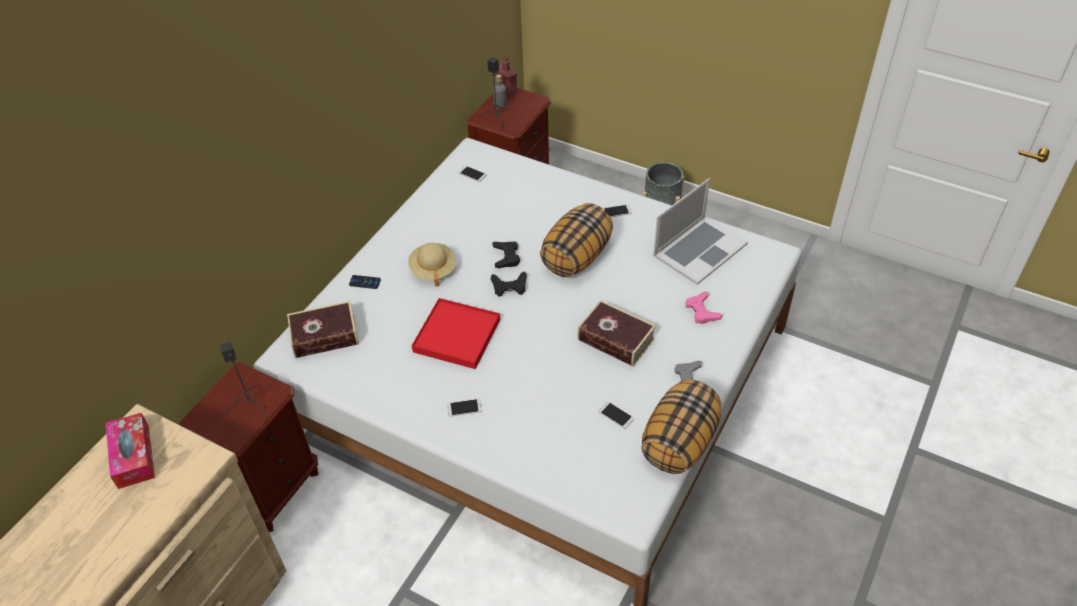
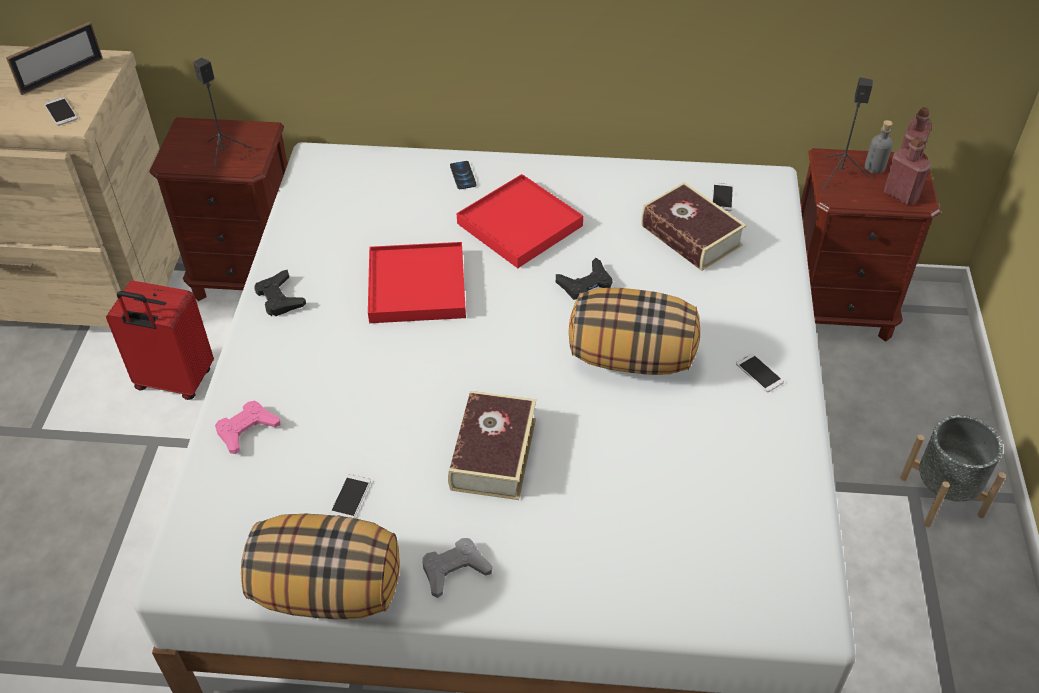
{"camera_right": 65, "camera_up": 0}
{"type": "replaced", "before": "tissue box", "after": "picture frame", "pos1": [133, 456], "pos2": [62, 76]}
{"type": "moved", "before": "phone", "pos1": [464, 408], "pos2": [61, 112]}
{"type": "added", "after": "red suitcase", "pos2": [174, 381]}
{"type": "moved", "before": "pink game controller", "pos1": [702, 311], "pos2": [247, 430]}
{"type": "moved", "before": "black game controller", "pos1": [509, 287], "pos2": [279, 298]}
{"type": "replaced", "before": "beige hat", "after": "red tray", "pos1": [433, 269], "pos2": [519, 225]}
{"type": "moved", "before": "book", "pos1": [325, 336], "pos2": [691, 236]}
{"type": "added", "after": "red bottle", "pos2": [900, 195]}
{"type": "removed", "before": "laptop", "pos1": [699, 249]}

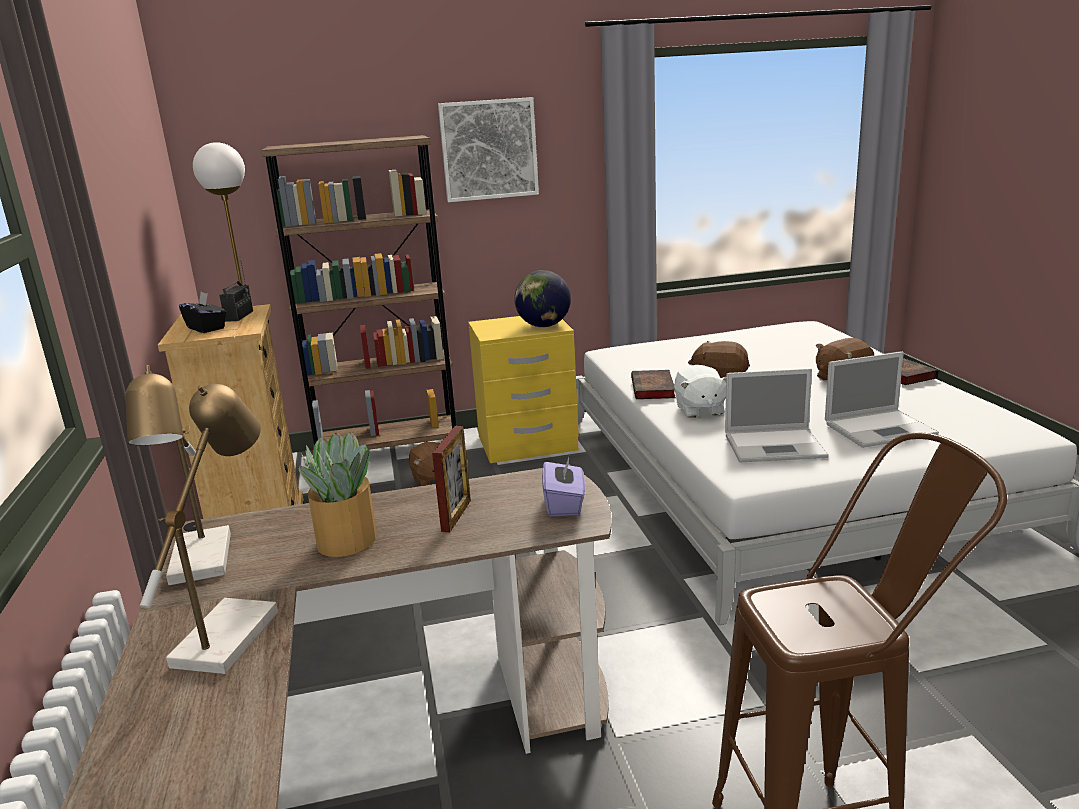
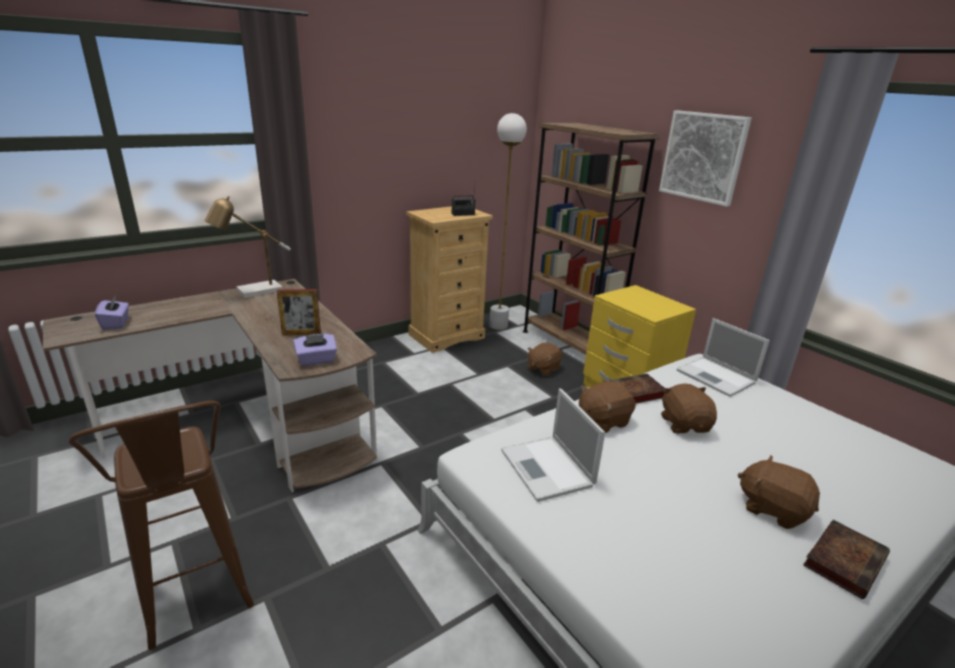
{"camera_right": 65, "camera_up": 5}
{"type": "added", "after": "purple tissue box", "pos2": [116, 323]}
{"type": "recoloured", "before": "white plush toy", "after": "brown plush toy", "pos1": [699, 410], "pos2": [602, 421]}
{"type": "moved", "before": "laptop", "pos1": [881, 428], "pos2": [717, 377]}
{"type": "removed", "before": "table lamp", "pos1": [232, 629]}
{"type": "removed", "before": "black tissue box", "pos1": [206, 328]}
{"type": "removed", "before": "potted plant", "pos1": [345, 541]}
{"type": "removed", "before": "globe", "pos1": [544, 326]}

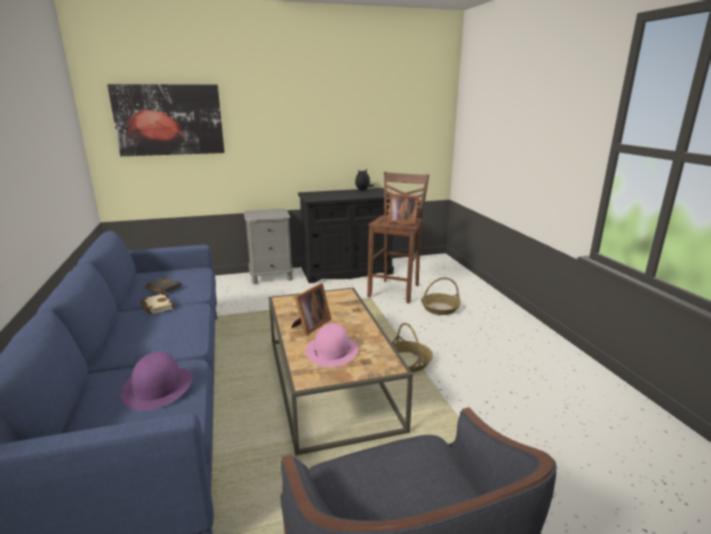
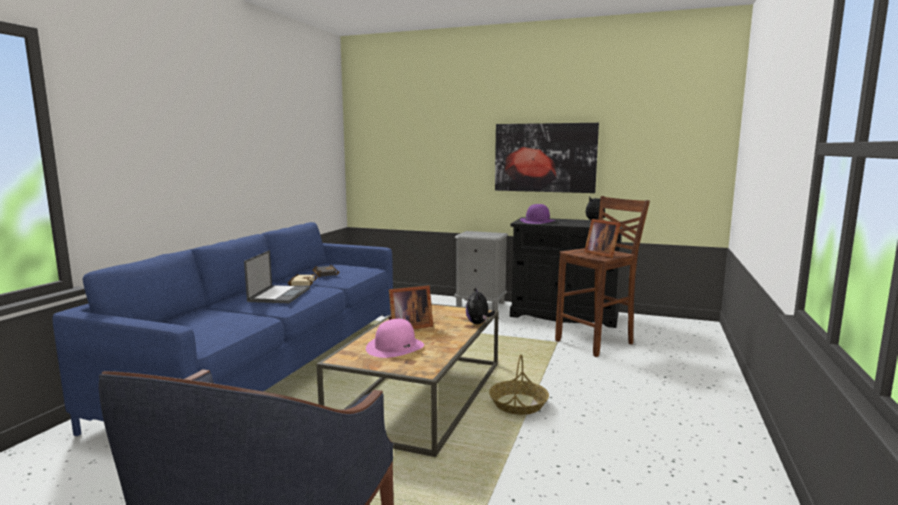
{"camera_right": 35, "camera_up": -10}
{"type": "added", "after": "laptop", "pos2": [279, 294]}
{"type": "added", "after": "plush toy", "pos2": [478, 323]}
{"type": "moved", "before": "picture", "pos1": [169, 120], "pos2": [545, 157]}
{"type": "moved", "before": "purple hat", "pos1": [157, 386], "pos2": [537, 221]}
{"type": "removed", "before": "basket", "pos1": [440, 308]}

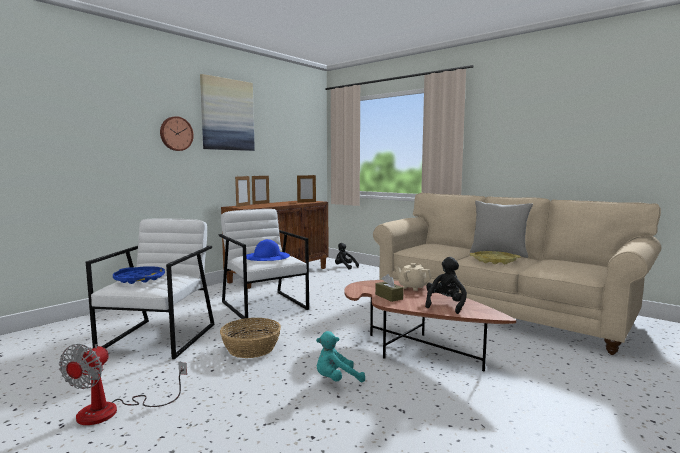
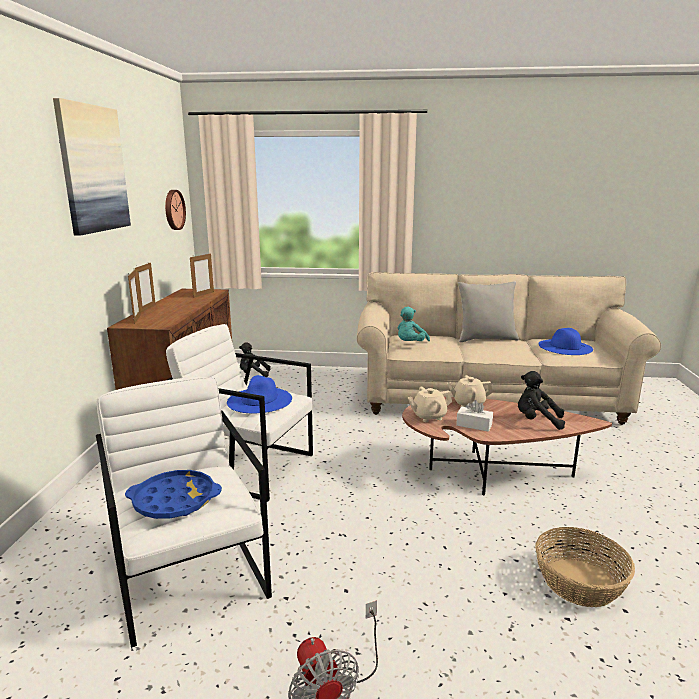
{"camera_right": -35, "camera_up": 10}
{"type": "moved", "before": "wall clock", "pos1": [176, 133], "pos2": [173, 210]}
{"type": "moved", "before": "turquoise plush toy", "pos1": [336, 380], "pos2": [410, 344]}
{"type": "added", "after": "beige teapot", "pos2": [428, 416]}
{"type": "recoloured", "before": "brown tissue box", "after": "white tissue box", "pos1": [389, 297], "pos2": [474, 425]}
{"type": "turned", "before": "black plush toy", "pos1": [445, 305], "pos2": [537, 421], "turn": -60}
{"type": "moved", "before": "basket", "pos1": [251, 348], "pos2": [580, 582]}
{"type": "added", "after": "blue hat", "pos2": [565, 347]}
{"type": "removed", "before": "yellow tray", "pos1": [494, 261]}

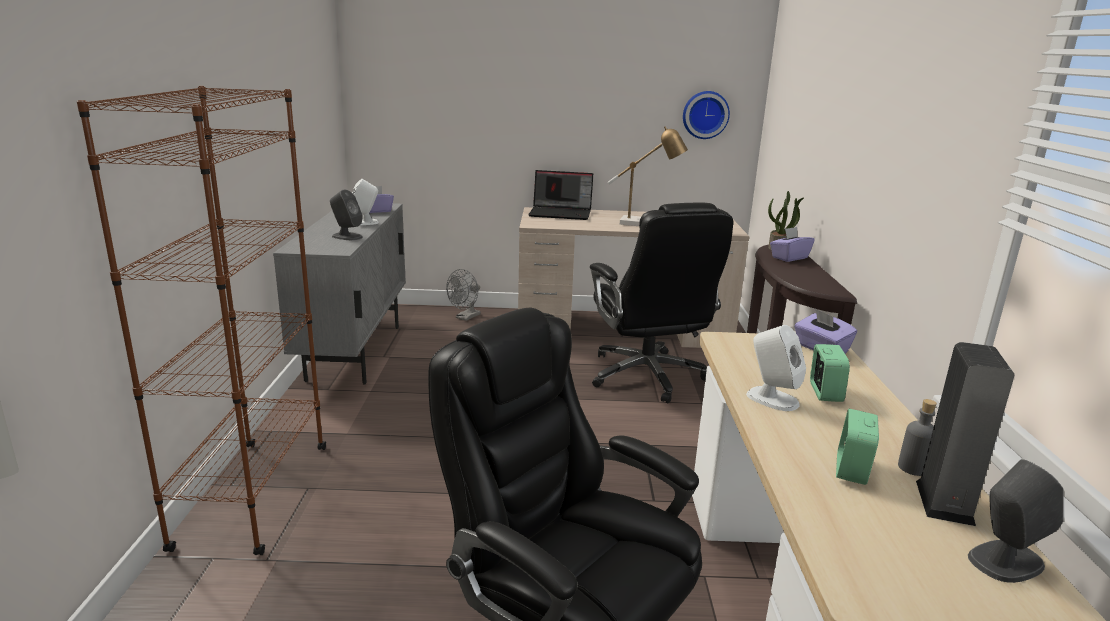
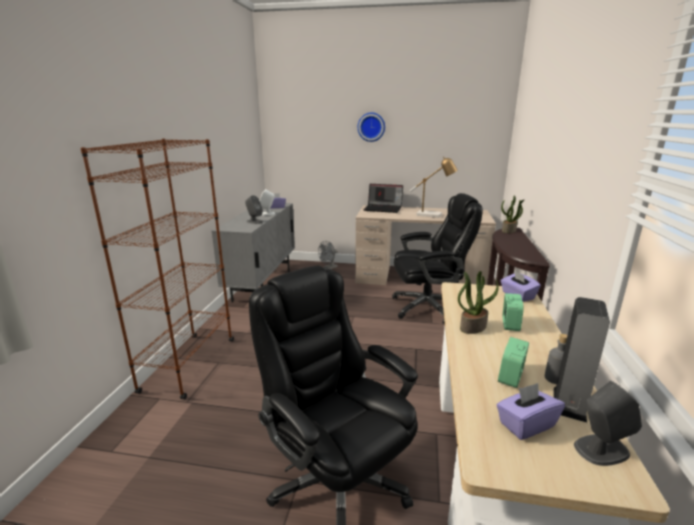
{"camera_right": 10, "camera_up": 0}
{"type": "moved", "before": "wall clock", "pos1": [705, 114], "pos2": [371, 127]}
{"type": "turned", "before": "black office chair", "pos1": [647, 376], "pos2": [428, 307], "turn": -90}
{"type": "replaced", "before": "white speaker", "after": "potted plant", "pos1": [771, 399], "pos2": [473, 327]}
{"type": "moved", "before": "purple tissue box", "pos1": [789, 258], "pos2": [525, 424]}

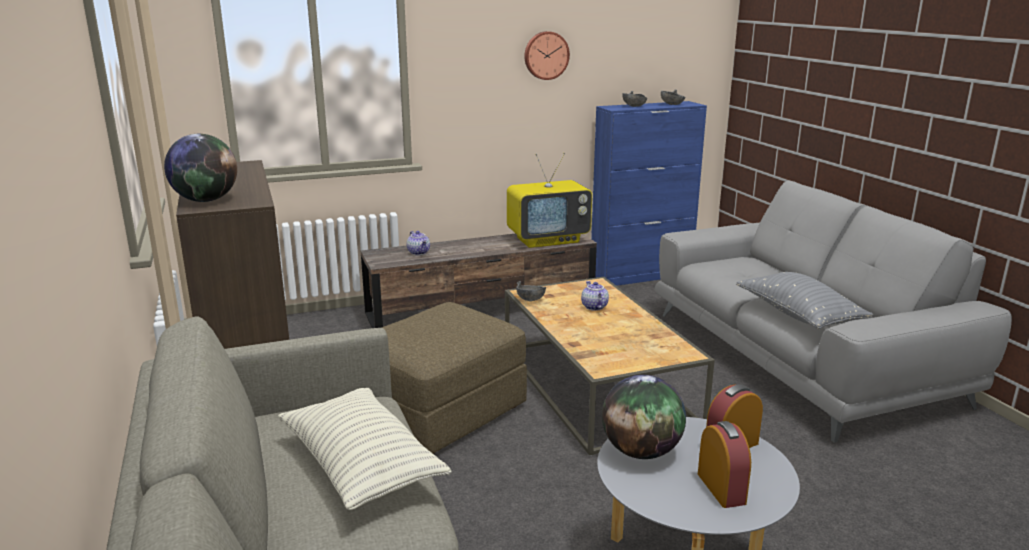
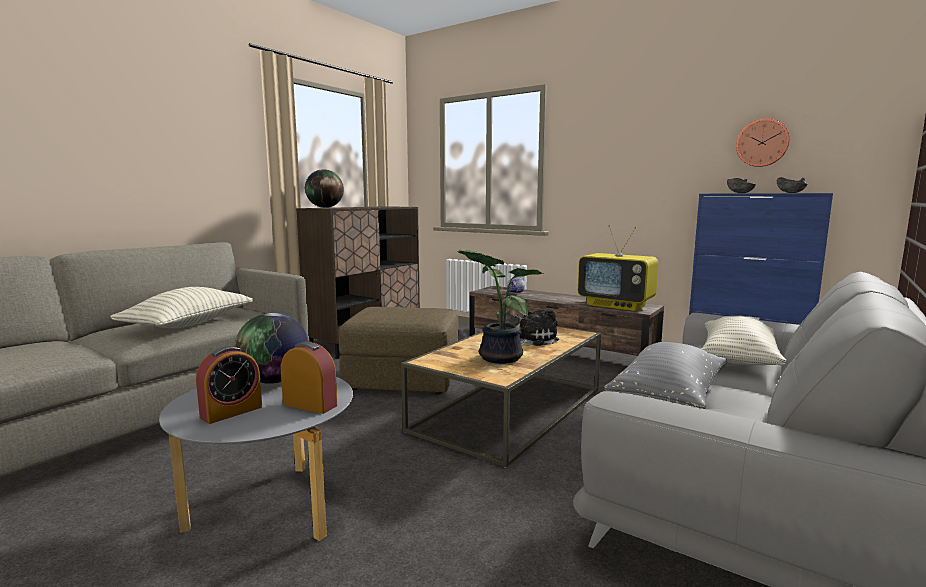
{"camera_right": 55, "camera_up": -10}
{"type": "added", "after": "potted plant", "pos2": [497, 357]}
{"type": "replaced", "before": "teapot", "after": "plush toy", "pos1": [593, 307], "pos2": [533, 340]}
{"type": "added", "after": "pillow", "pos2": [738, 359]}
{"type": "moved", "before": "wall clock", "pos1": [546, 55], "pos2": [762, 143]}

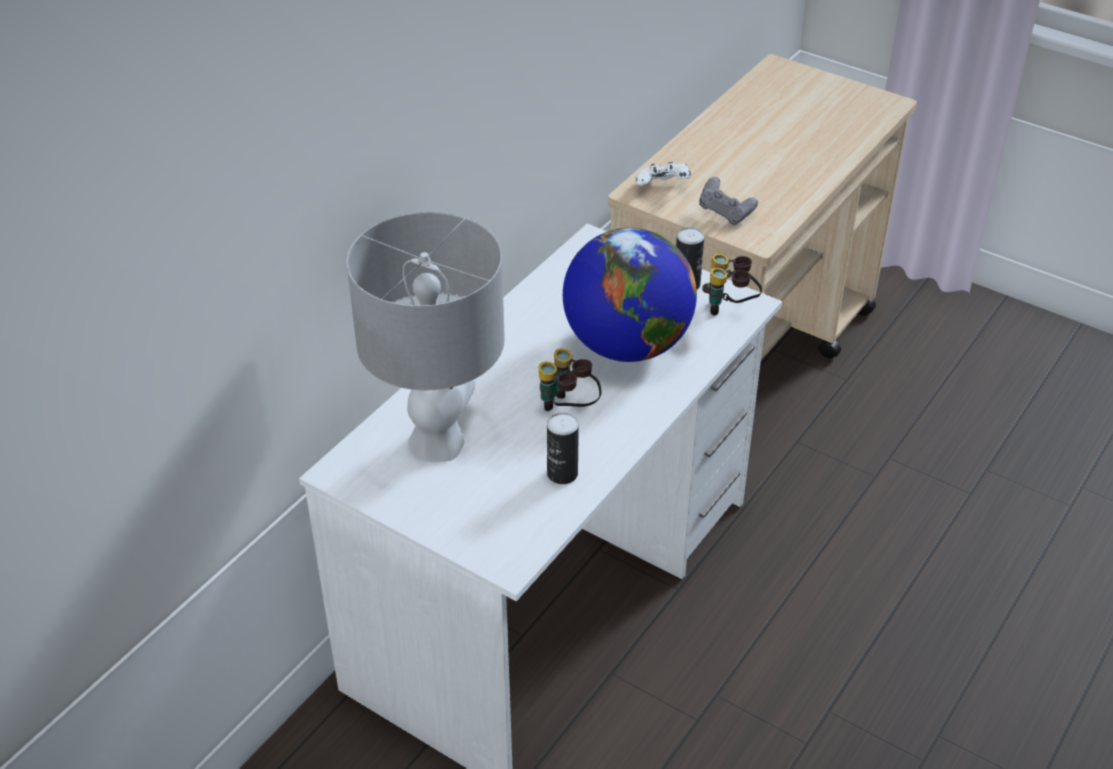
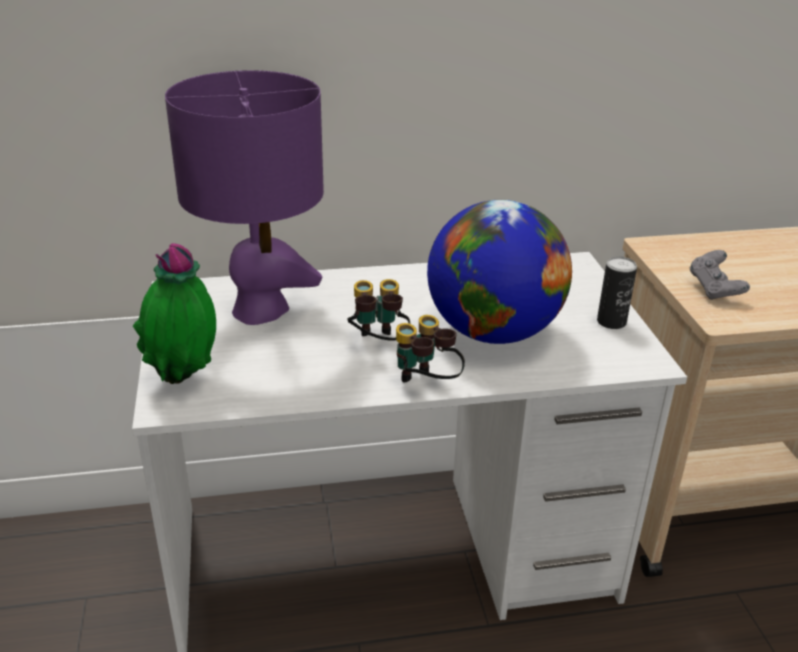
{"camera_right": 45, "camera_up": -10}
{"type": "added", "after": "potted plant", "pos2": [185, 381]}
{"type": "recoloured", "before": "grey table lamp", "after": "purple table lamp", "pos1": [438, 441], "pos2": [261, 310]}
{"type": "moved", "before": "binoculars", "pos1": [730, 308], "pos2": [426, 385]}
{"type": "removed", "before": "can", "pos1": [562, 474]}
{"type": "removed", "before": "white game controller", "pos1": [662, 188]}

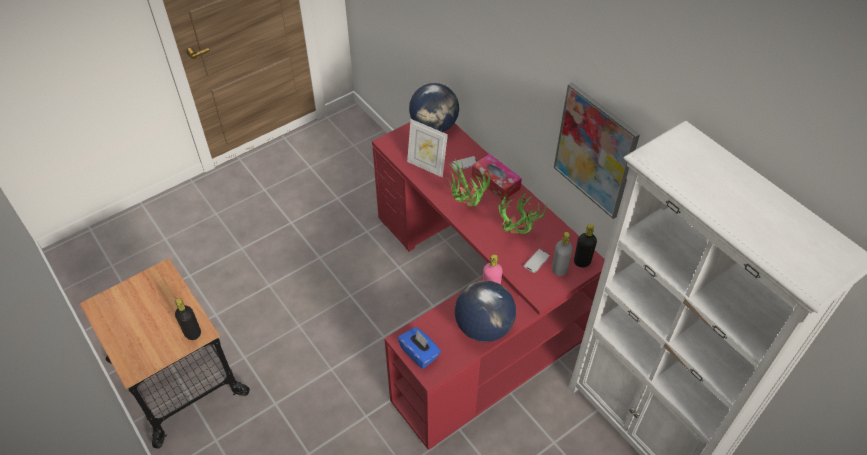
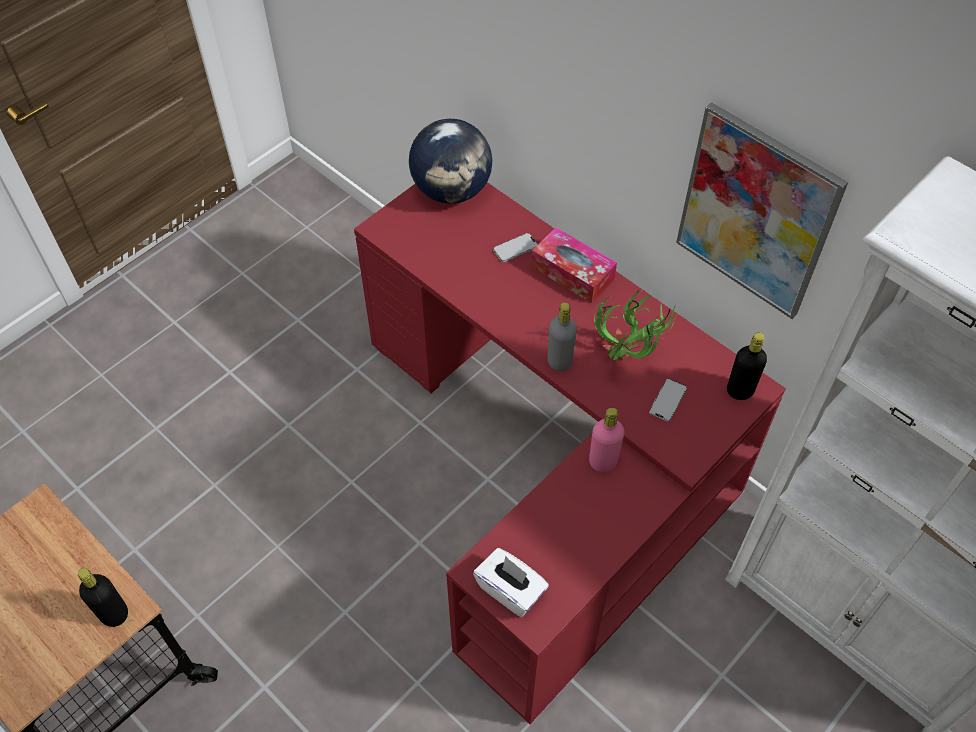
{"camera_right": -10, "camera_up": 5}
{"type": "recoloured", "before": "blue tissue box", "after": "white tissue box", "pos1": [419, 353], "pos2": [510, 590]}
{"type": "moved", "before": "grey bottle", "pos1": [559, 270], "pos2": [559, 361]}
{"type": "removed", "before": "picture frame", "pos1": [427, 166]}
{"type": "removed", "before": "potted plant", "pos1": [465, 206]}
{"type": "removed", "before": "globe", "pos1": [483, 327]}

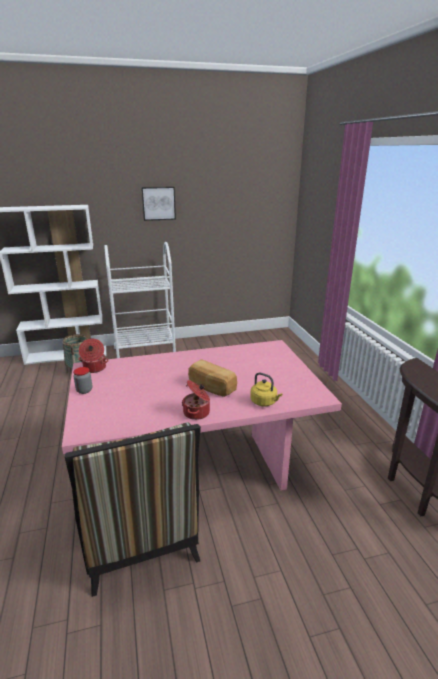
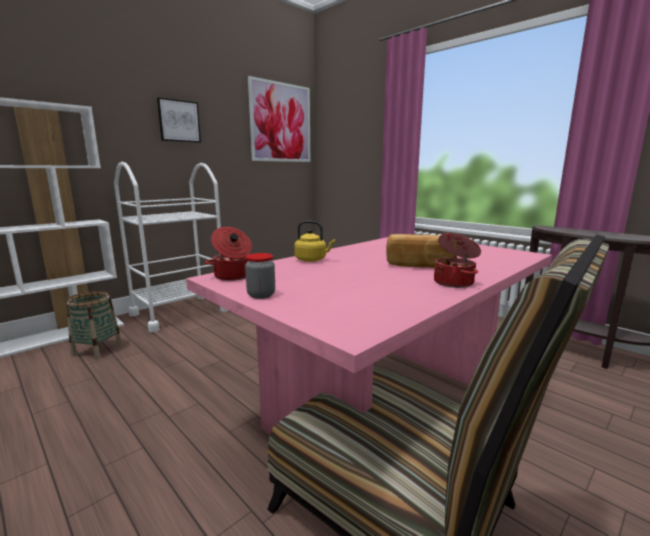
{"camera_right": -30, "camera_up": -10}
{"type": "added", "after": "picture", "pos2": [281, 123]}
{"type": "moved", "before": "yellow kettle", "pos1": [264, 402], "pos2": [312, 260]}

